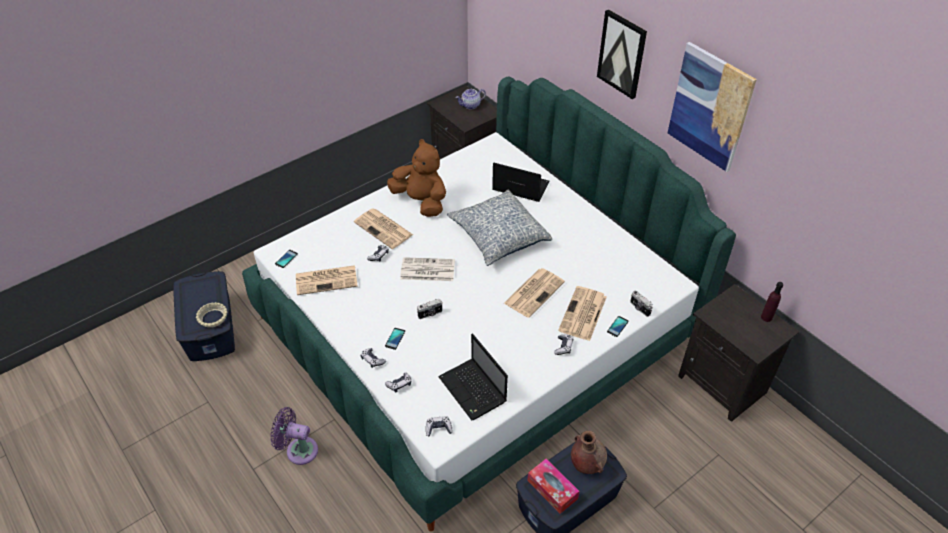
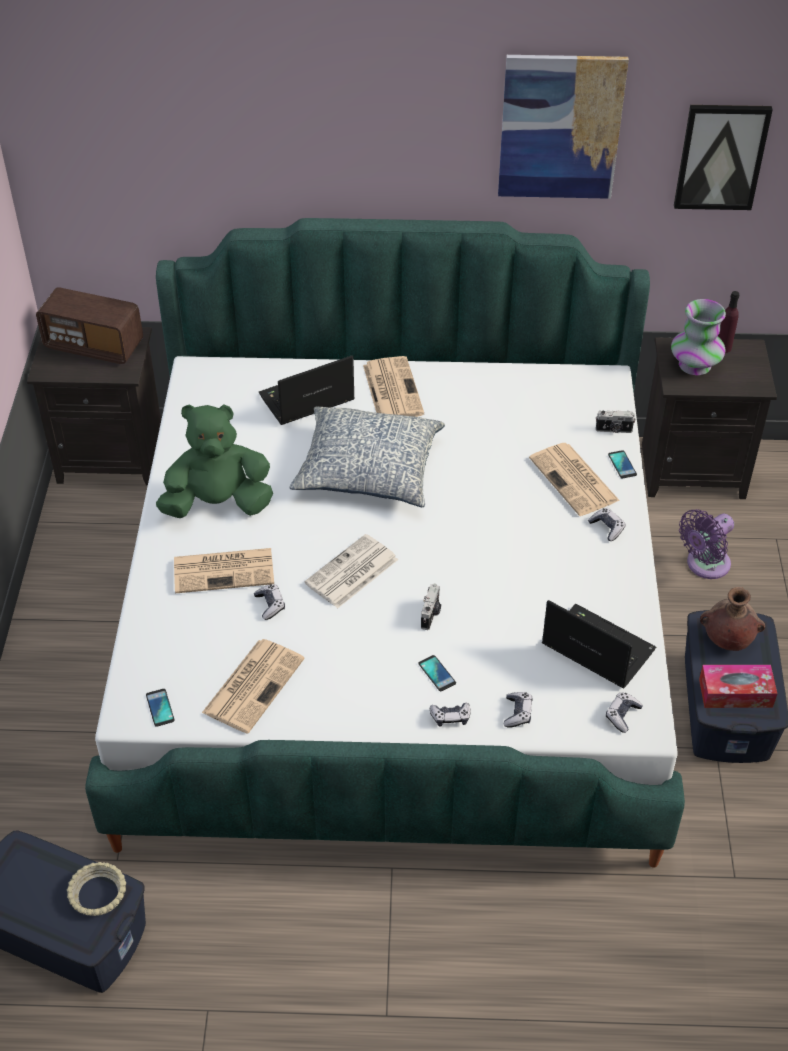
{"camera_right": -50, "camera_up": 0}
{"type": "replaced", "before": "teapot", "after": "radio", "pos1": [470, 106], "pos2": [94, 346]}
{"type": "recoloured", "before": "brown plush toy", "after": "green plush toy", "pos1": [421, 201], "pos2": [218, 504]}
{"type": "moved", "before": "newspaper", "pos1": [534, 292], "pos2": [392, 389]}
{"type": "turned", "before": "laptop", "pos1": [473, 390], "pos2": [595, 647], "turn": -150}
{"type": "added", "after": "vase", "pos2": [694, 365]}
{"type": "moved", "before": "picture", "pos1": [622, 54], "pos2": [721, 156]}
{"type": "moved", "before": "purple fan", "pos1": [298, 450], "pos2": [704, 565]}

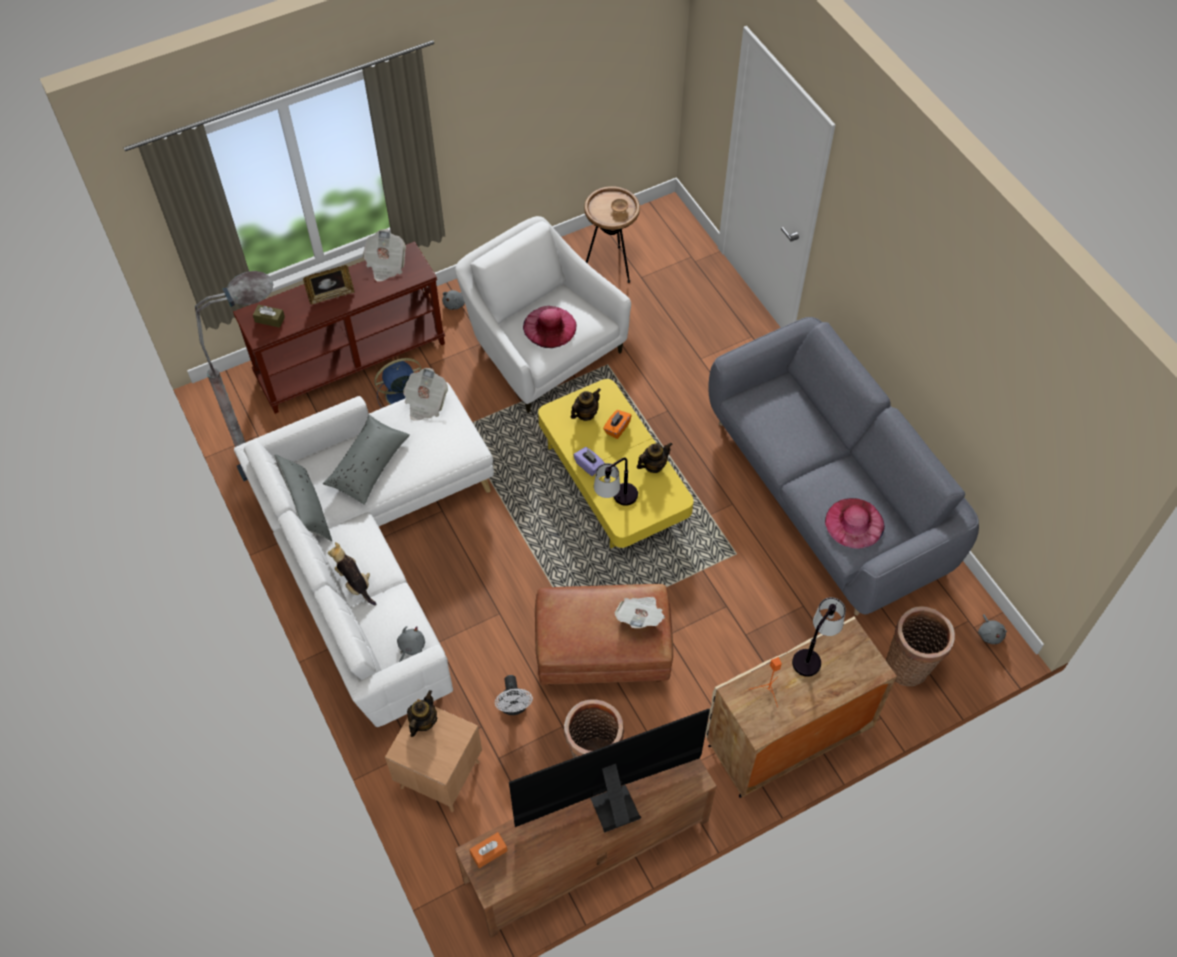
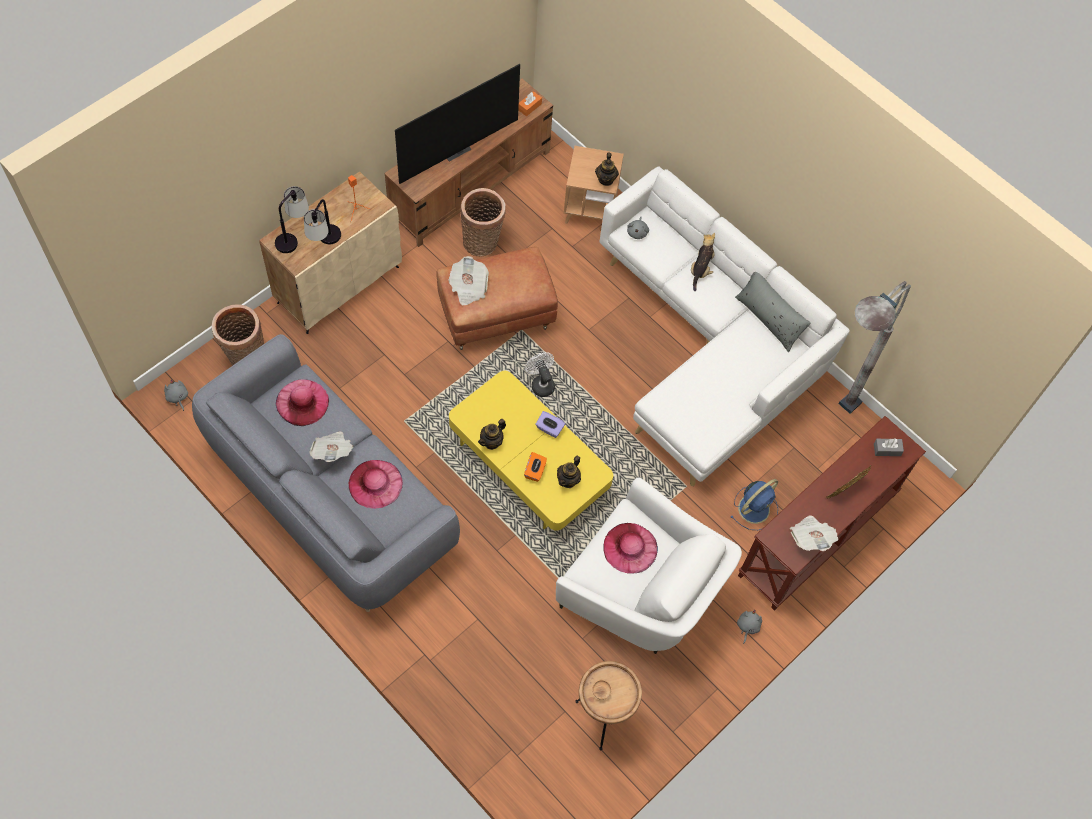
{"camera_right": 160, "camera_up": 5}
{"type": "moved", "before": "table lamp", "pos1": [616, 502], "pos2": [293, 236]}
{"type": "moved", "before": "newspaper", "pos1": [425, 403], "pos2": [332, 451]}
{"type": "added", "after": "pink hat", "pos2": [375, 483]}
{"type": "moved", "before": "white fan", "pos1": [514, 707], "pos2": [541, 383]}
{"type": "turned", "before": "plush toy", "pos1": [355, 583], "pos2": [701, 269], "turn": -105}
{"type": "recoloured", "before": "brown tissue box", "after": "grey tissue box", "pos1": [270, 319], "pos2": [887, 449]}
{"type": "removed", "before": "grey pillow", "pos1": [368, 465]}

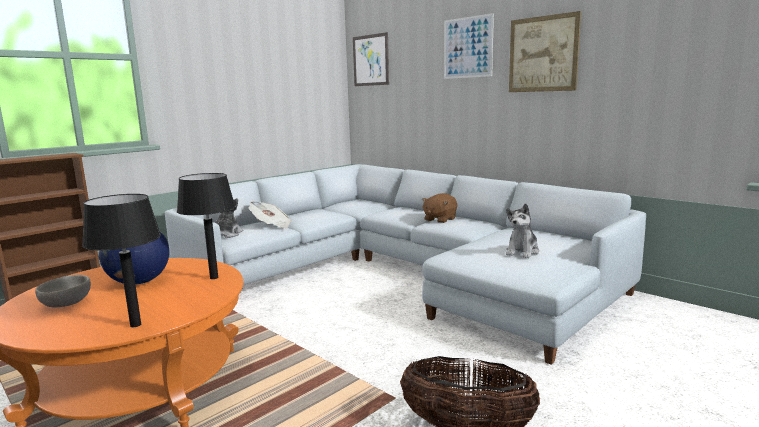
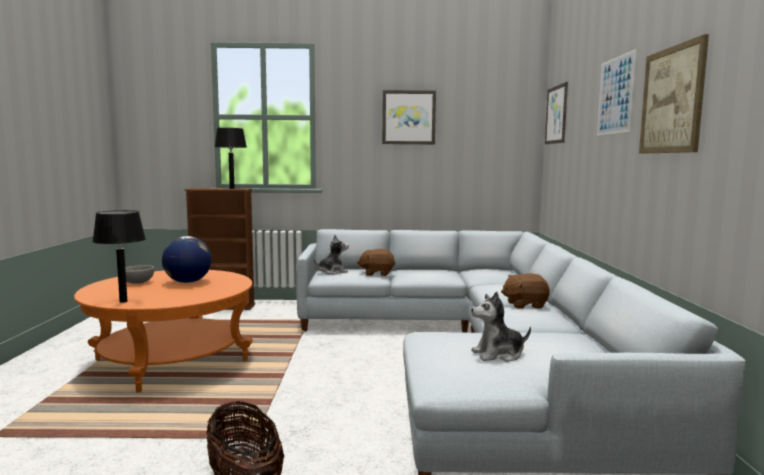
{"camera_right": 45, "camera_up": -5}
{"type": "moved", "before": "black table lamp", "pos1": [213, 278], "pos2": [231, 188]}
{"type": "replaced", "before": "newspaper", "after": "brown plush toy", "pos1": [271, 225], "pos2": [377, 273]}
{"type": "added", "after": "picture", "pos2": [408, 117]}

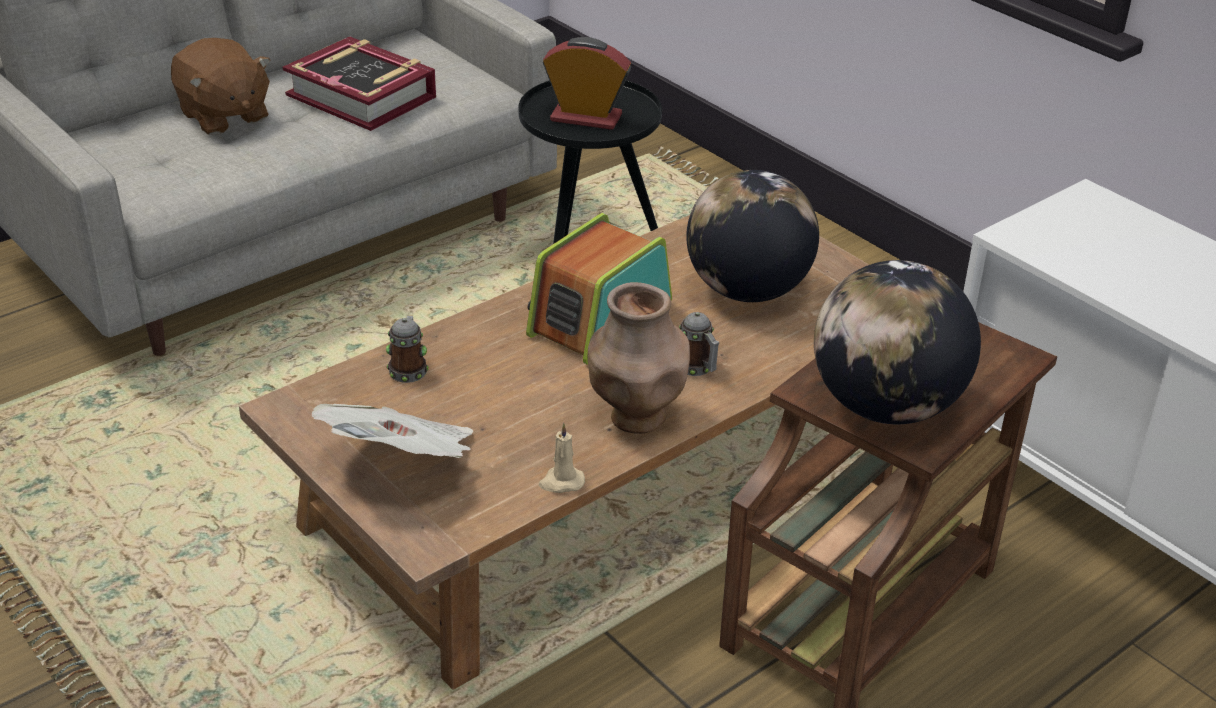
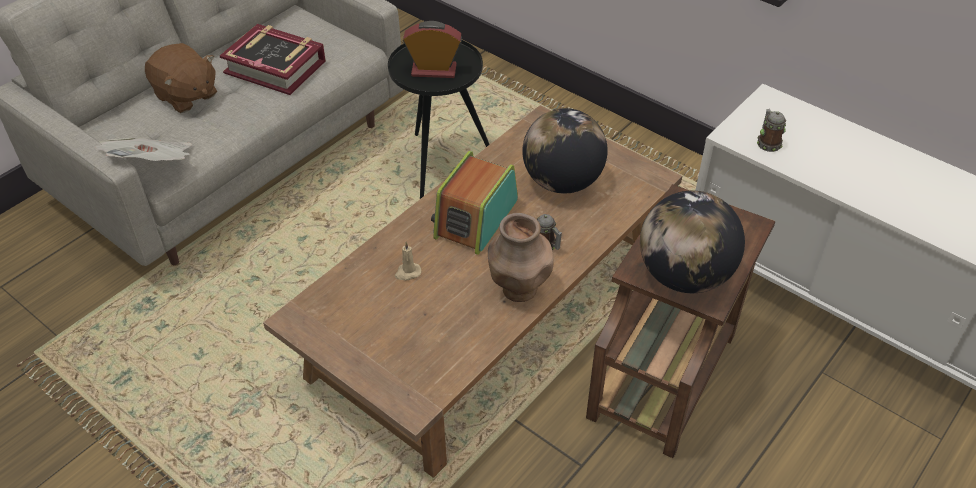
{"camera_right": -10, "camera_up": 10}
{"type": "moved", "before": "newspaper", "pos1": [403, 462], "pos2": [154, 166]}
{"type": "moved", "before": "beige candle", "pos1": [561, 482], "pos2": [407, 273]}
{"type": "moved", "before": "mug", "pos1": [408, 369], "pos2": [767, 142]}

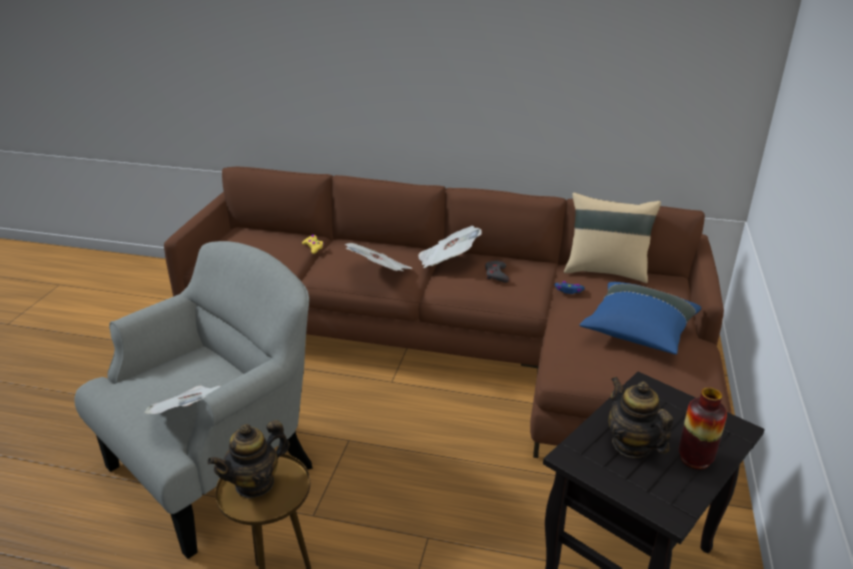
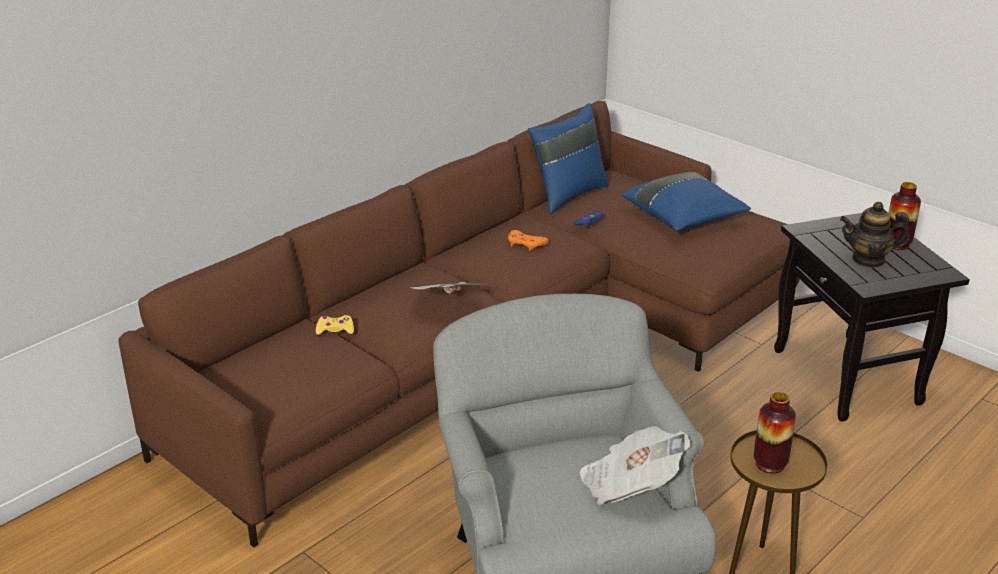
{"camera_right": -60, "camera_up": 0}
{"type": "recoloured", "before": "grey game controller", "after": "orange game controller", "pos1": [496, 274], "pos2": [526, 244]}
{"type": "recoloured", "before": "beige pillow", "after": "blue pillow", "pos1": [605, 271], "pos2": [567, 195]}
{"type": "replaced", "before": "teapot", "after": "vase", "pos1": [255, 483], "pos2": [770, 464]}
{"type": "removed", "before": "newspaper", "pos1": [447, 261]}

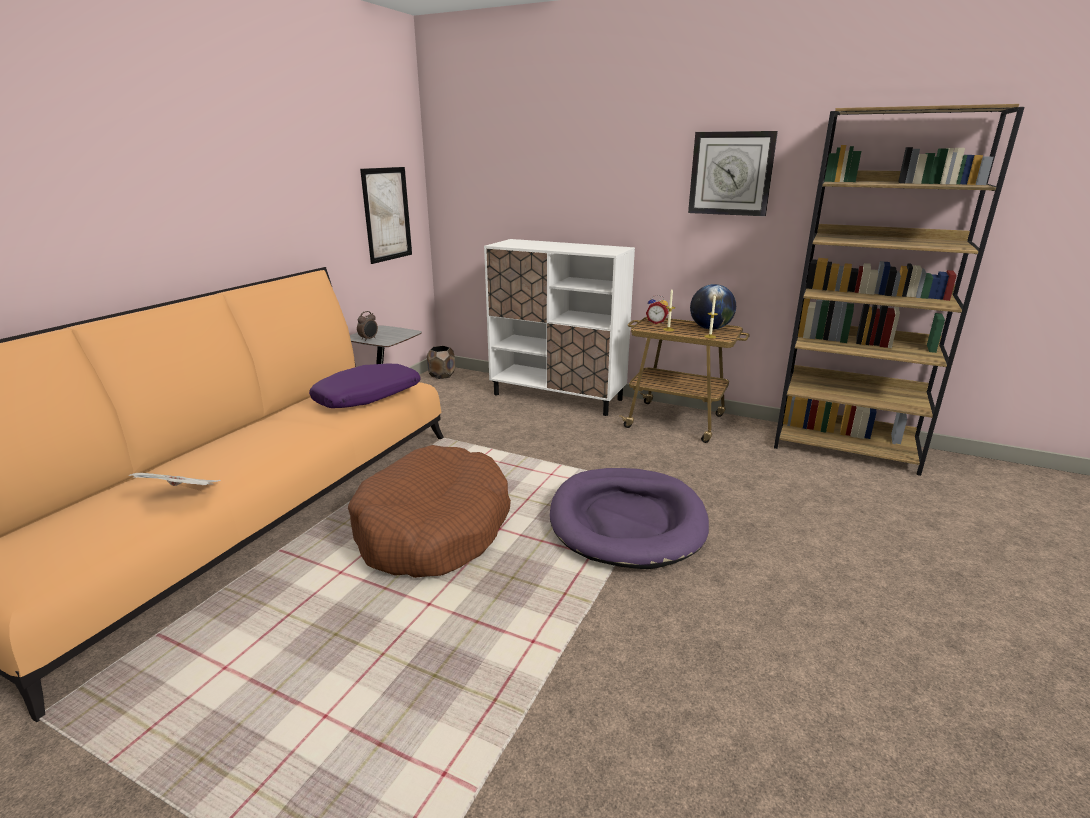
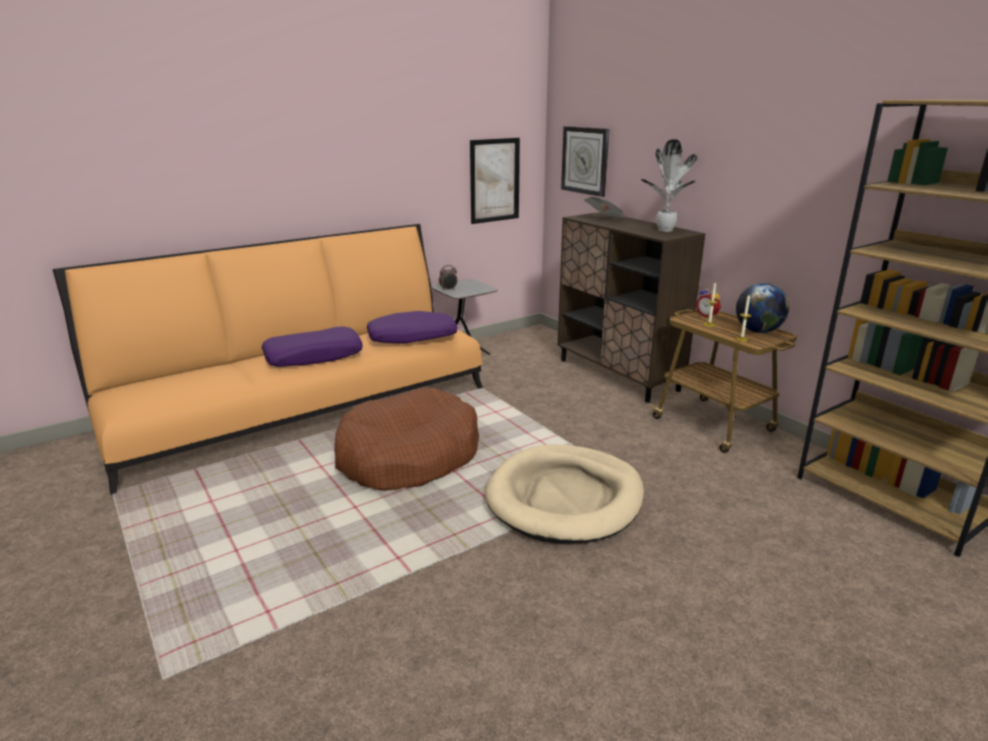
{"camera_right": 30, "camera_up": 0}
{"type": "added", "after": "purple pillow", "pos2": [314, 356]}
{"type": "recoloured", "before": "purple dog bed", "after": "beige dog bed", "pos1": [627, 521], "pos2": [565, 498]}
{"type": "recoloured", "before": "white cabinet", "after": "brown cabinet", "pos1": [558, 397], "pos2": [618, 375]}
{"type": "moved", "before": "wall clock", "pos1": [731, 173], "pos2": [585, 160]}
{"type": "moved", "before": "newspaper", "pos1": [182, 496], "pos2": [605, 219]}
{"type": "added", "after": "potted plant", "pos2": [665, 230]}
{"type": "removed", "before": "brown planter", "pos1": [442, 375]}

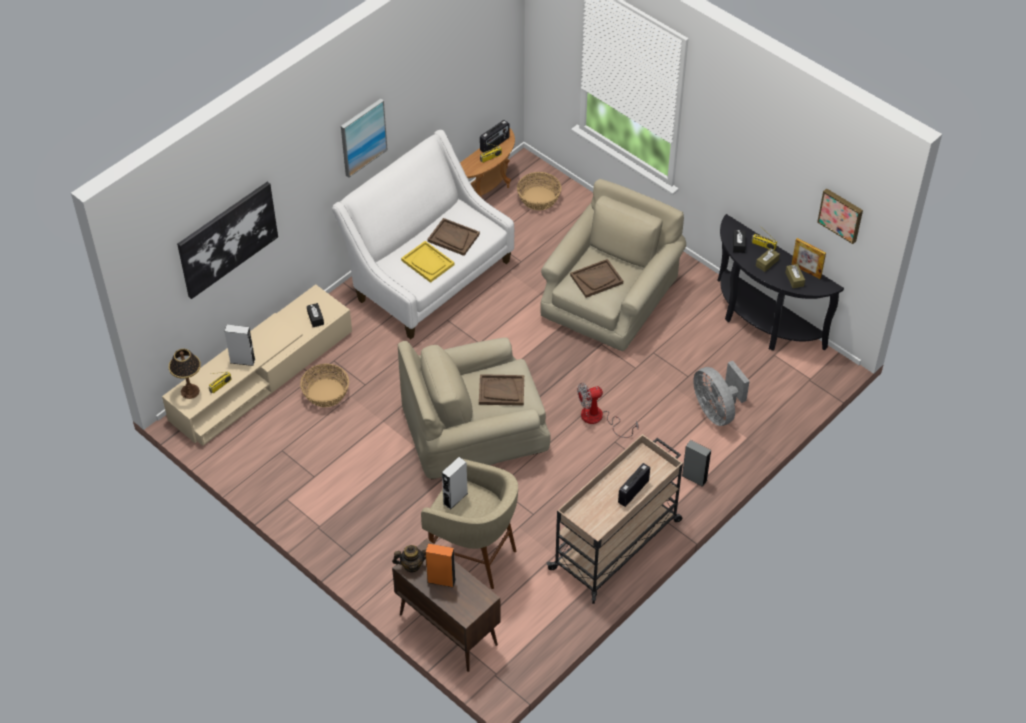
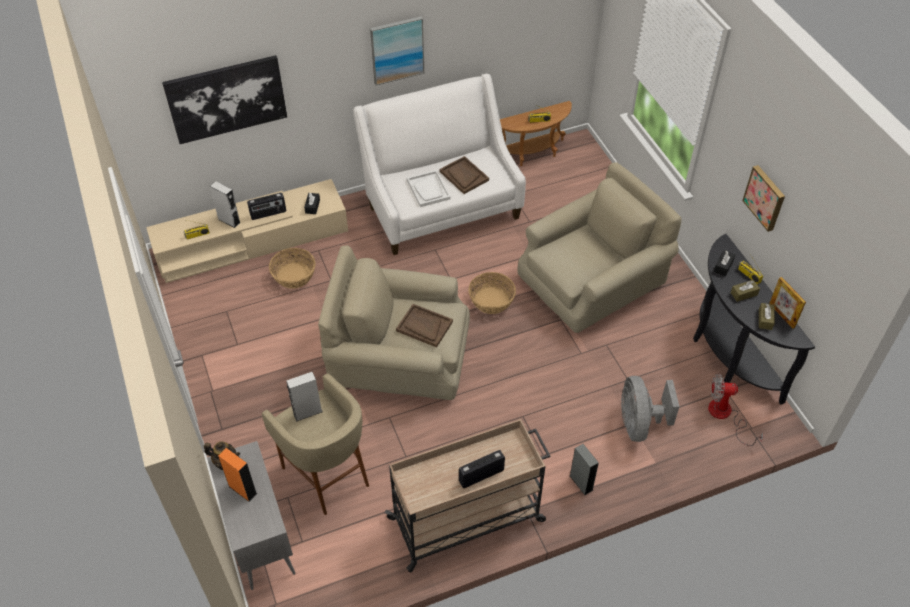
{"camera_right": 25, "camera_up": 0}
{"type": "recoloured", "before": "brown cabinet", "after": "grey cabinet", "pos1": [447, 629], "pos2": [260, 537]}
{"type": "moved", "before": "radio", "pos1": [495, 144], "pos2": [268, 214]}
{"type": "recoloured", "before": "yellow tray", "after": "white tray", "pos1": [428, 263], "pos2": [428, 189]}
{"type": "moved", "before": "basket", "pos1": [539, 198], "pos2": [492, 300]}
{"type": "moved", "before": "fan", "pos1": [599, 419], "pos2": [725, 416]}
{"type": "moved", "before": "picture", "pos1": [841, 214], "pos2": [765, 197]}
{"type": "removed", "before": "table lamp", "pos1": [190, 391]}
{"type": "removed", "before": "brown tray", "pos1": [596, 279]}

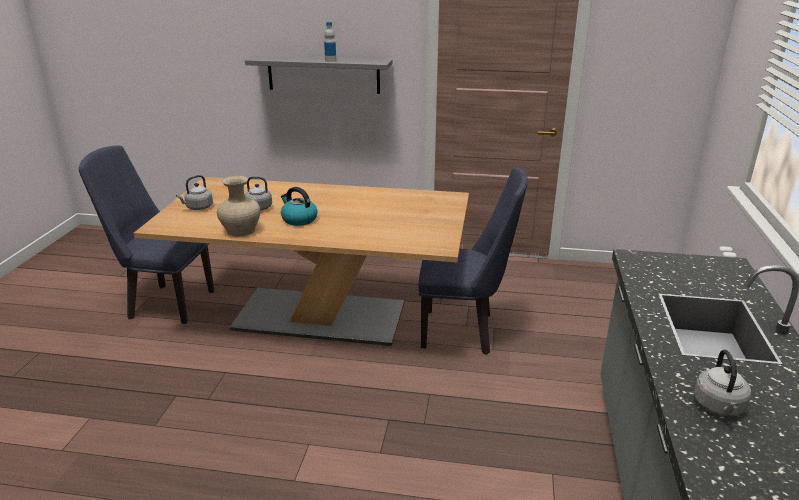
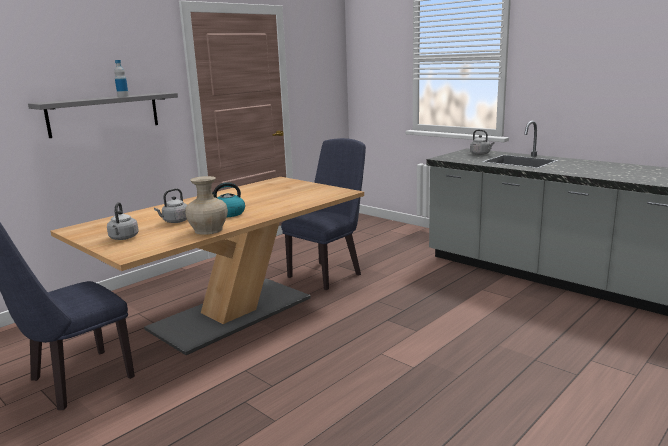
{"camera_right": -55, "camera_up": -10}
{"type": "moved", "before": "grey kettle", "pos1": [719, 407], "pos2": [481, 154]}

